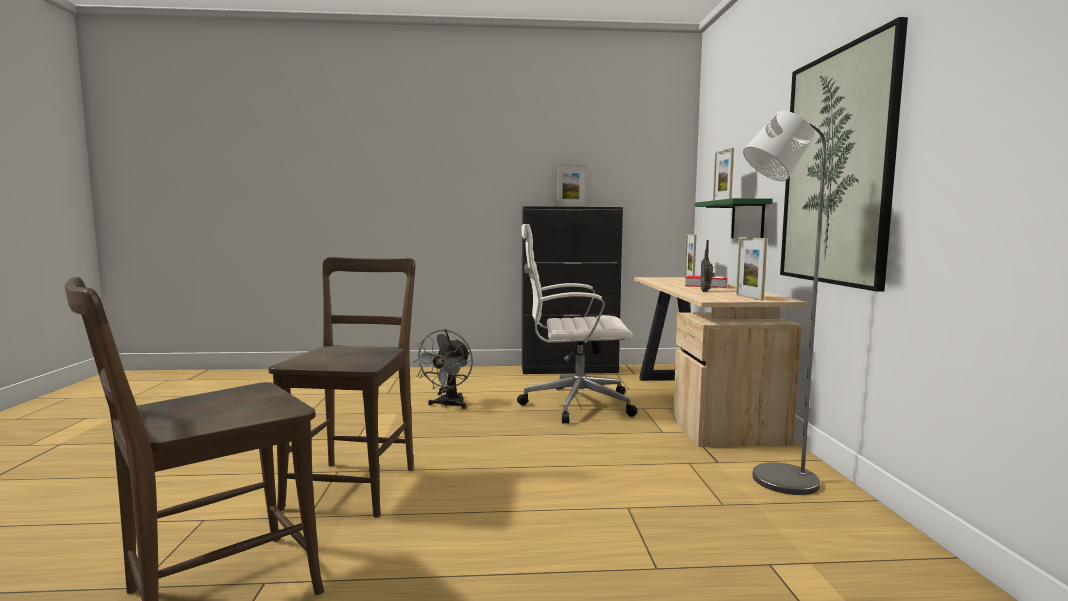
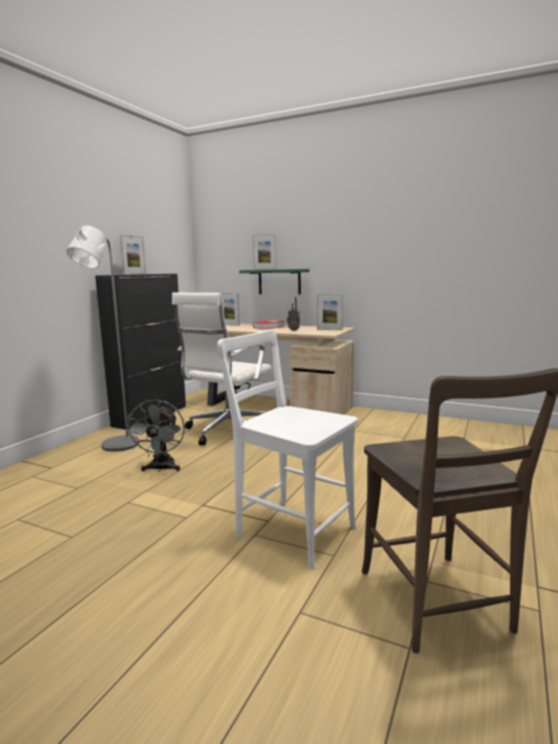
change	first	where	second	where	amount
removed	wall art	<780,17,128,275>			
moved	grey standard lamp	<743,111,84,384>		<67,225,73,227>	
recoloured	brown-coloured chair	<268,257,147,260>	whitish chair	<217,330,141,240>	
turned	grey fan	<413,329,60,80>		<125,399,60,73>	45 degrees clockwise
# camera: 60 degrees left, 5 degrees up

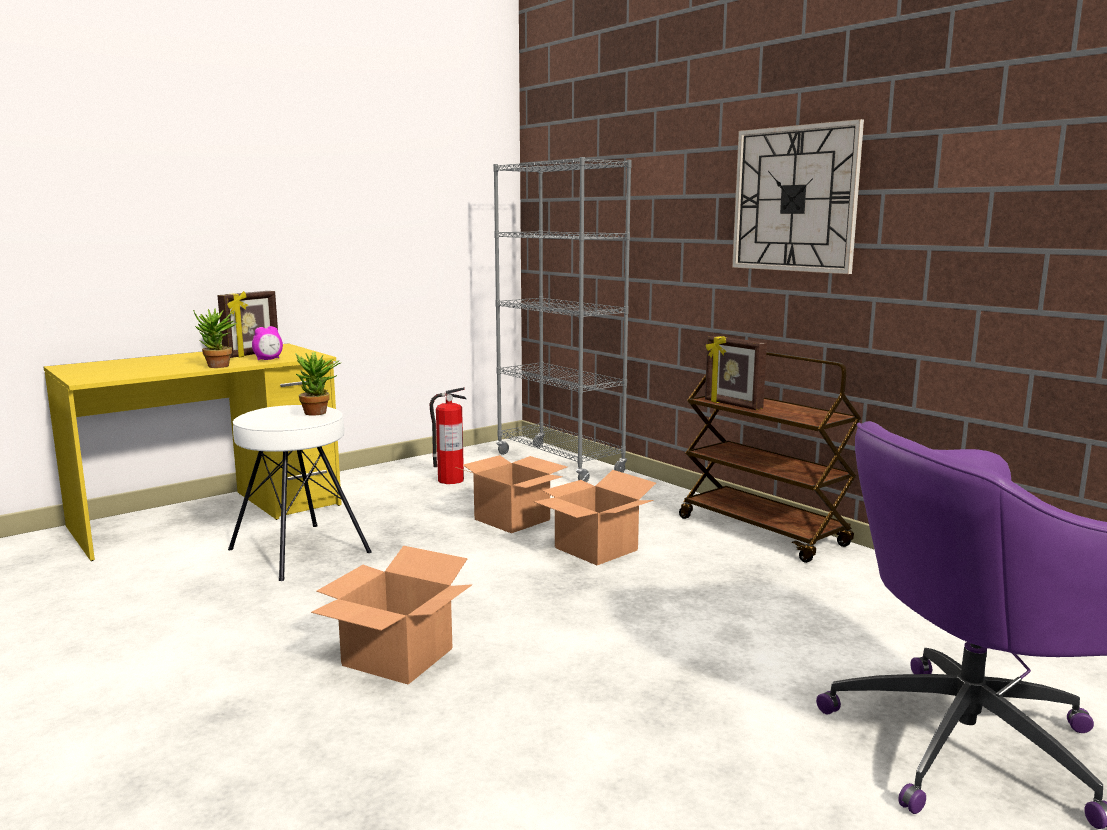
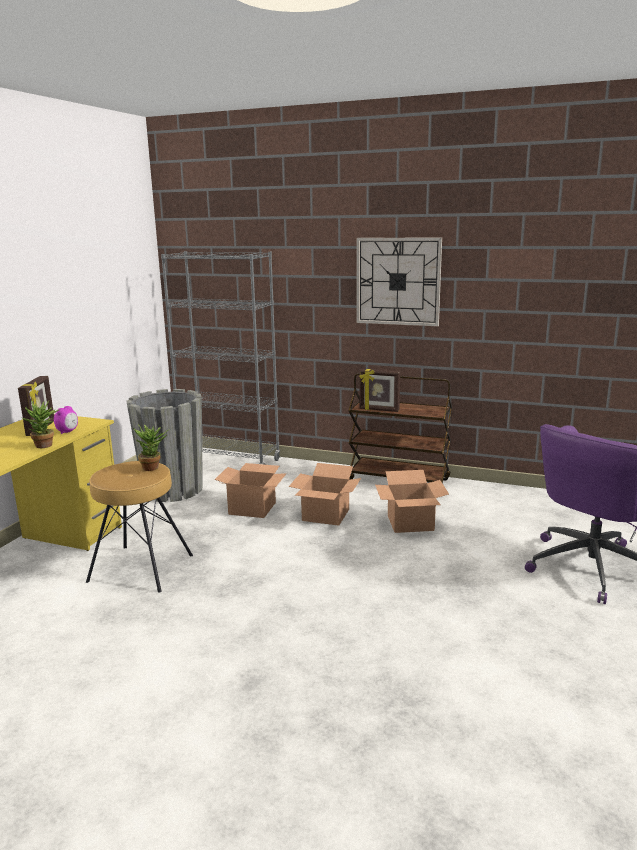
change	first	where	second	where	amount
moved	packing box	<311,546,161,139>		<375,470,74,63>	
replaced	fire-fighting cylinder	<429,387,37,97>	grey plant pot	<126,389,77,113>	
recoloured	whitish sitting stool	<228,405,144,176>	brown-coloured sitting stool	<86,461,107,132>	
# camera: 30 degrees left, 5 degrees up

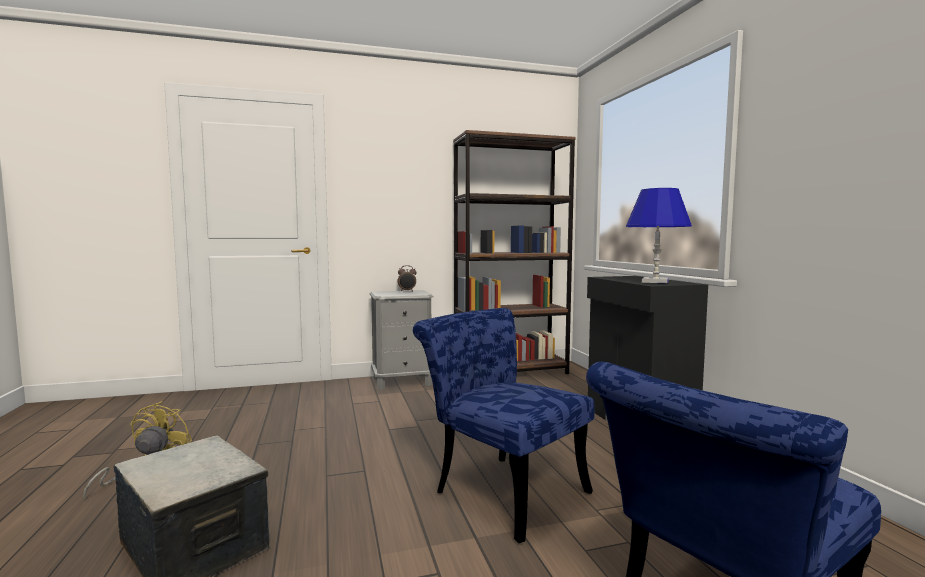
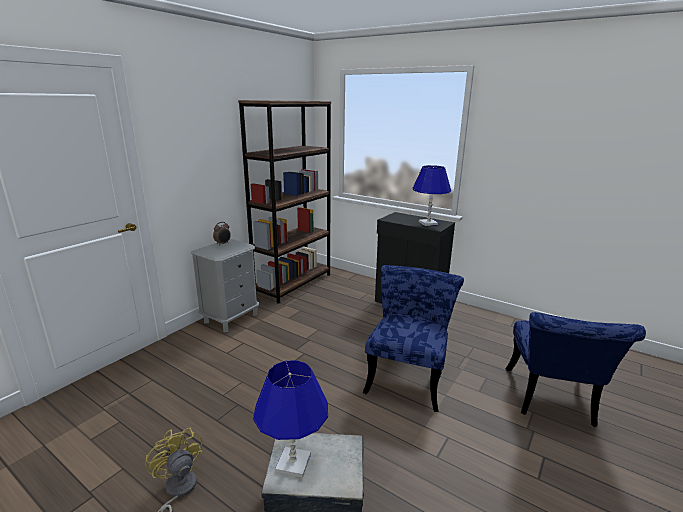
change	first	where	second	where	amount
added			bluish tabletop lamp	<253,360,75,118>	
turned	bluish chair	<413,308,182,235>		<362,265,102,147>	105 degrees clockwise
# camera: 40 degrees left, 15 degrees up

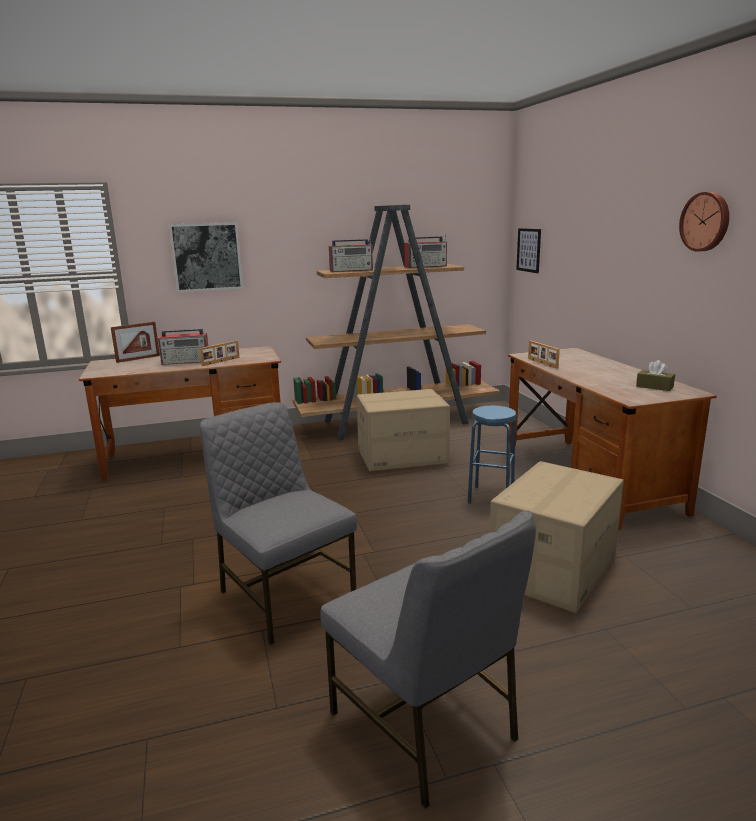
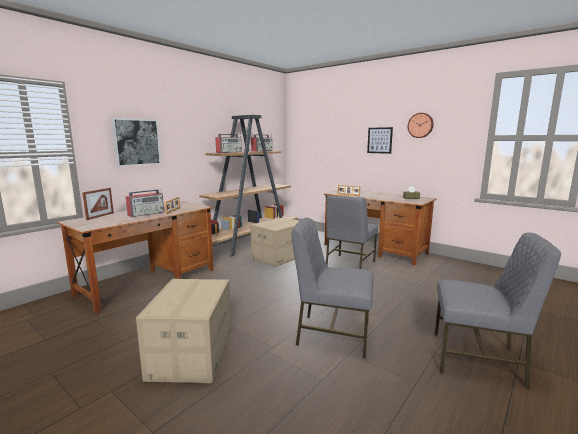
change	first	where	second	where	amount
moved	packing box	<490,461,134,152>		<136,279,95,104>	
moved	wall art	<516,228,25,45>		<367,127,26,27>	
replaced	bluish sitting stool	<468,406,48,98>	grey chair	<326,195,52,74>	
# camera: 35 degrees left, 5 degrees down

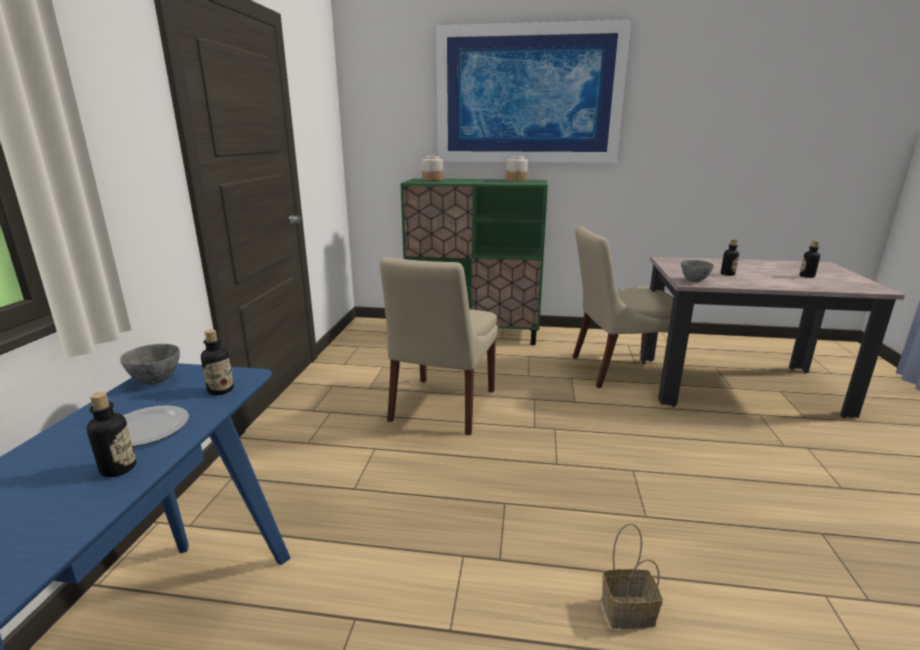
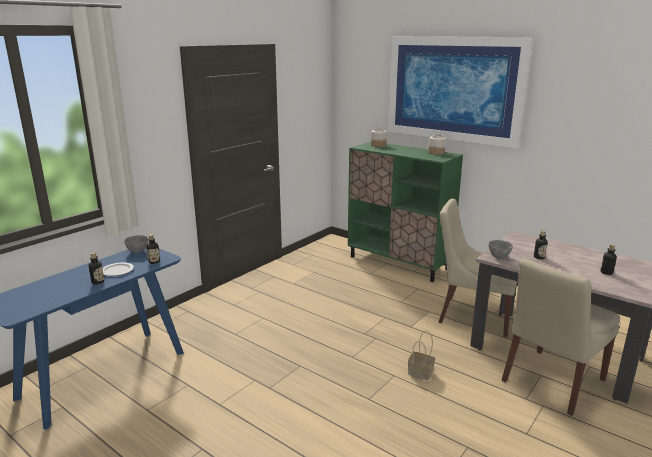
change	first	where	second	where	amount
moved	beige chair	<380,257,118,178>		<501,259,119,157>	
moved	household basket	<602,523,61,106>		<408,331,27,49>	
# camera: 30 degrees right, 0 degrees up

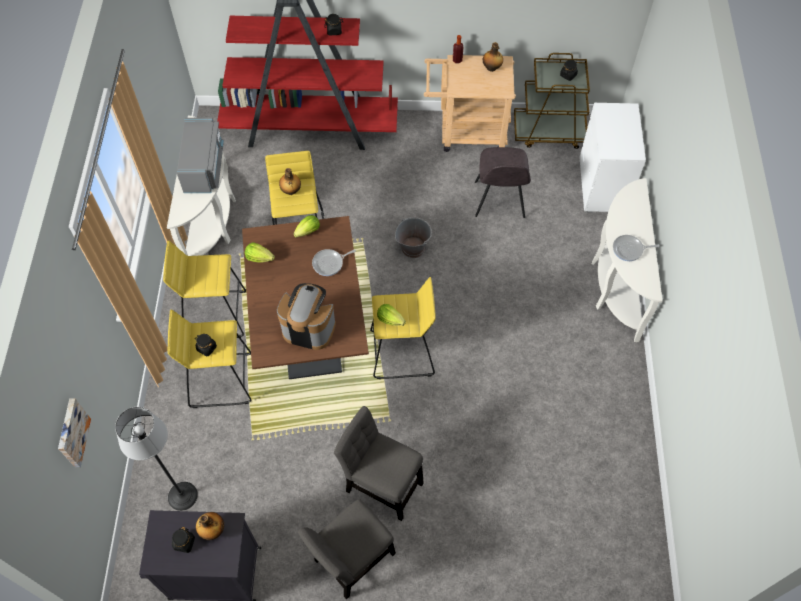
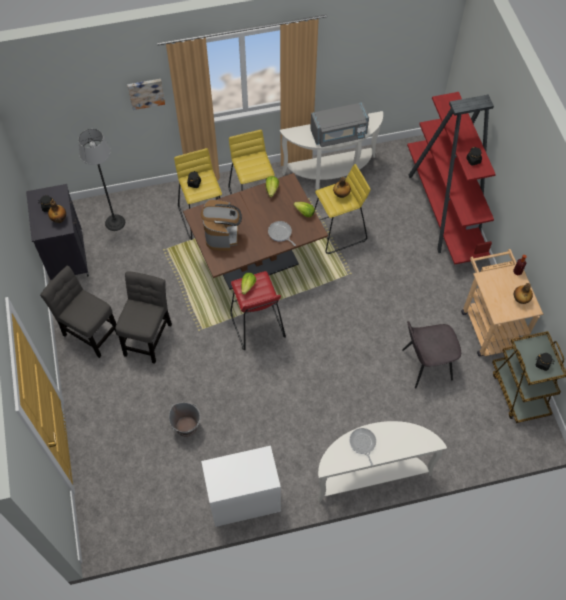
change	first	where	second	where	amount
moved	wall art	<58,398,33,69>		<127,79,38,31>	
moved	grey pail	<395,217,37,41>		<169,402,32,35>	
moved	whitish drawer chest	<579,103,67,109>		<201,446,80,81>	
recoloured	yellow sitting stool	<370,277,66,102>	reddish sitting stool	<231,271,55,79>	
# camera: 75 degrees right, 0 degrees up

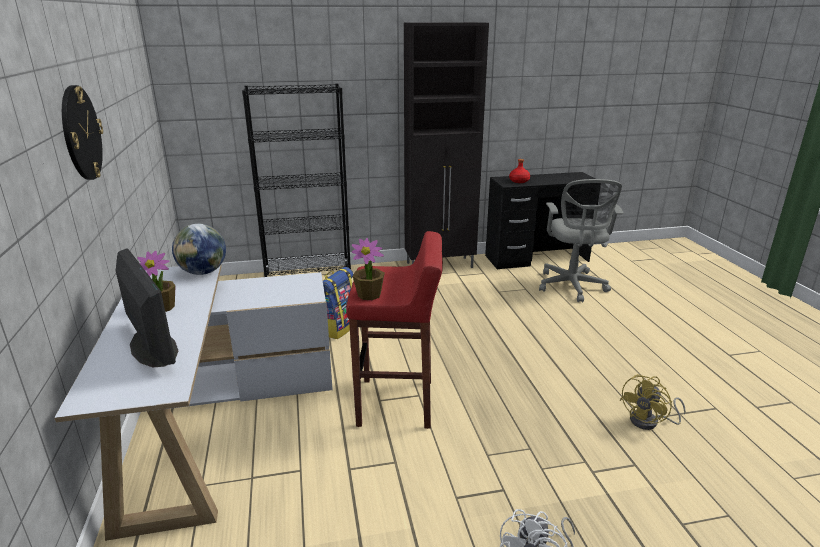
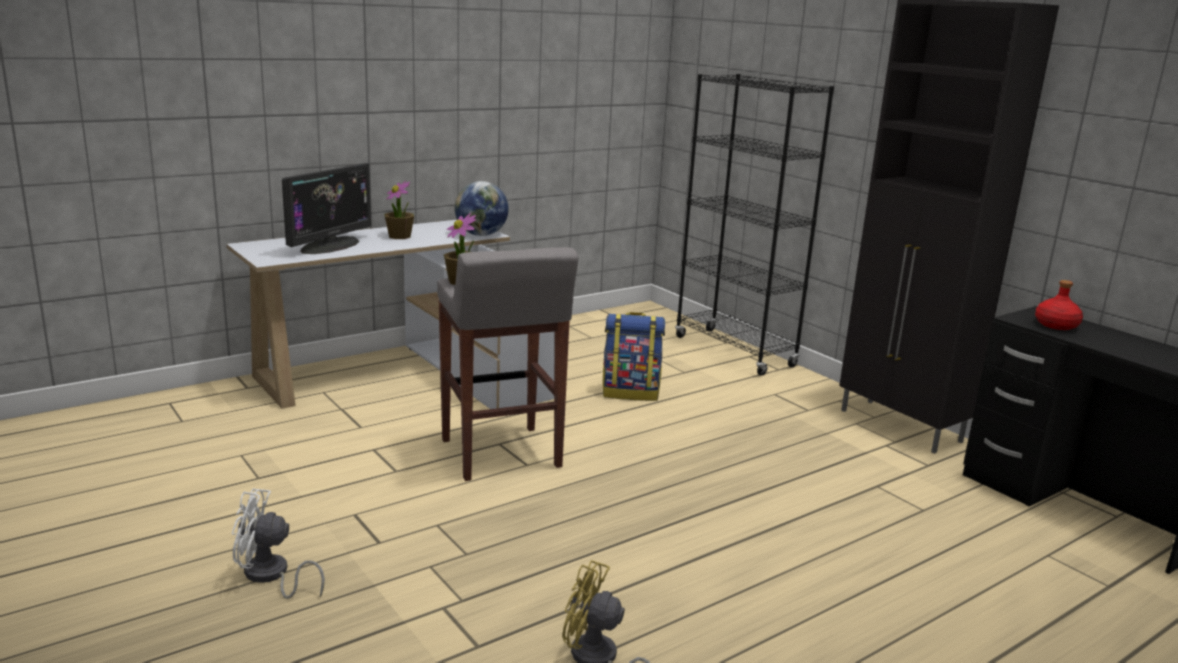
change	first	where	second	where	amount
removed	hanging clock	<62,85,41,95>			
removed	grey desk chair	<539,179,84,123>			
recoloured	reddish sitting stool	<346,231,97,198>	grey sitting stool	<437,247,142,234>	
# camera: 65 degrees right, 5 degrees down

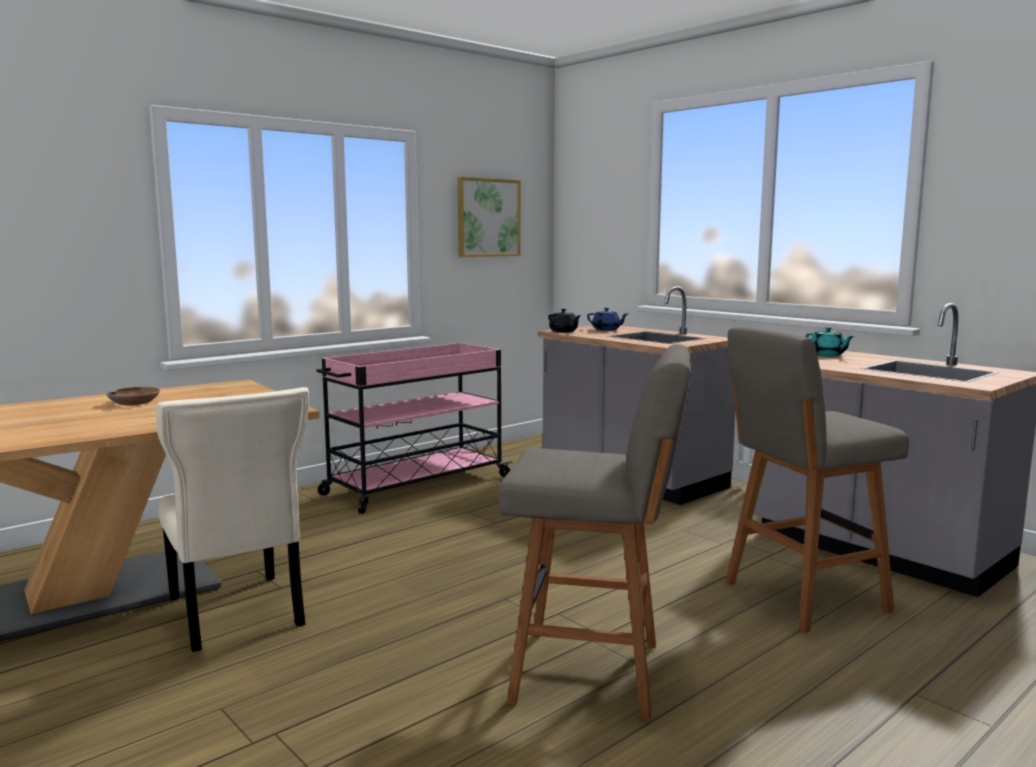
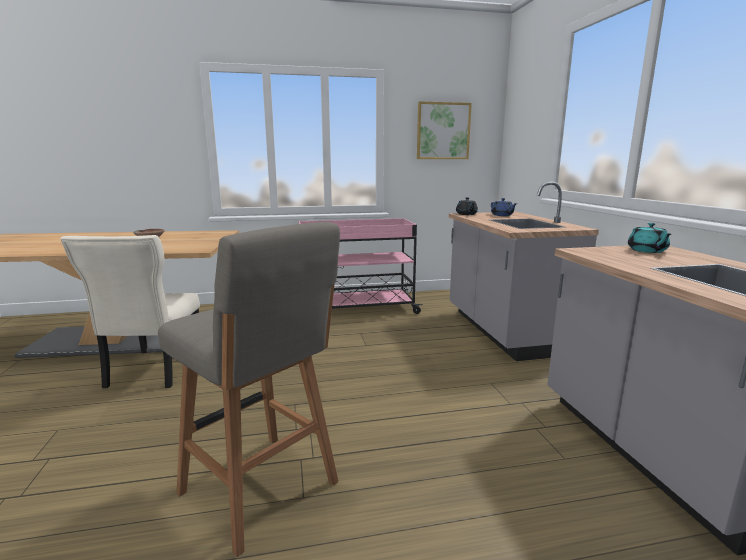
change	first	where	second	where	amount
removed	grey sitting stool	<725,326,184,307>			
# camera: 30 degrees right, 5 degrees up

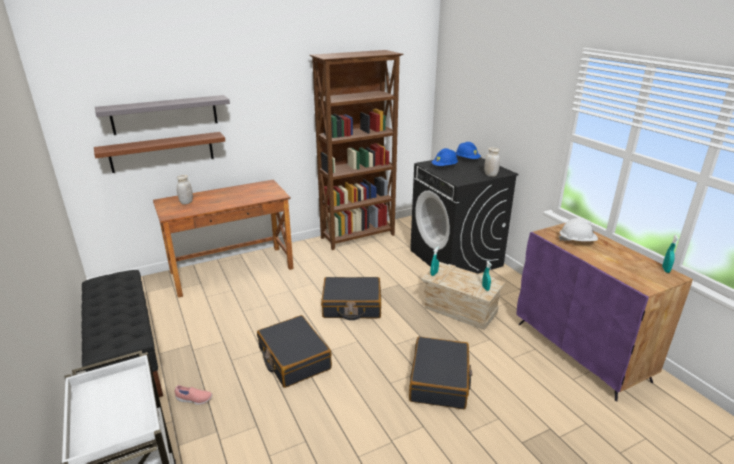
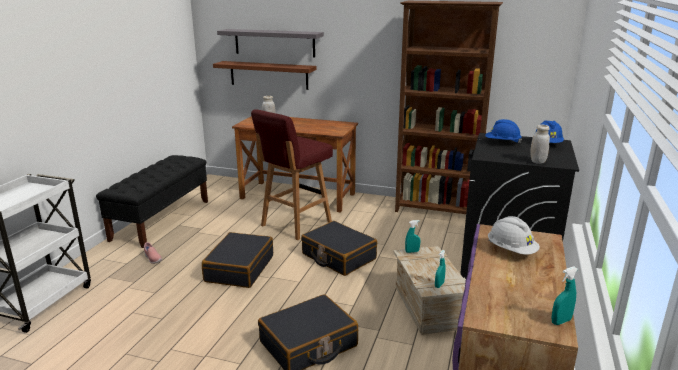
change	first	where	second	where	amount
added			reddish sitting stool	<251,109,82,131>	
# camera: 45 degrees right, 5 degrees down

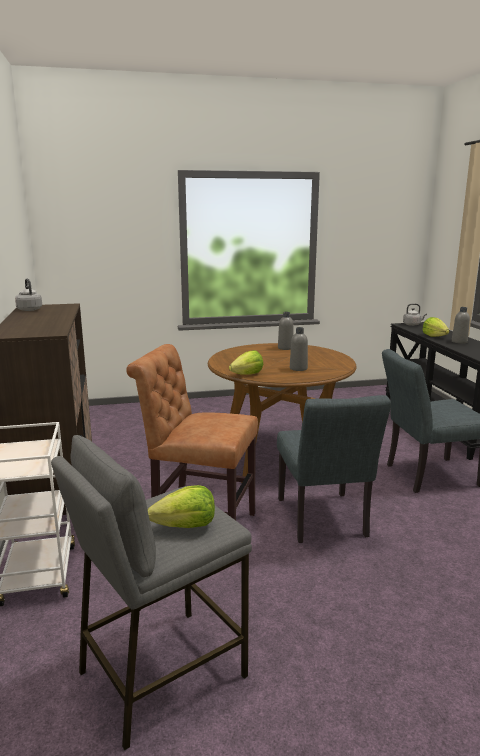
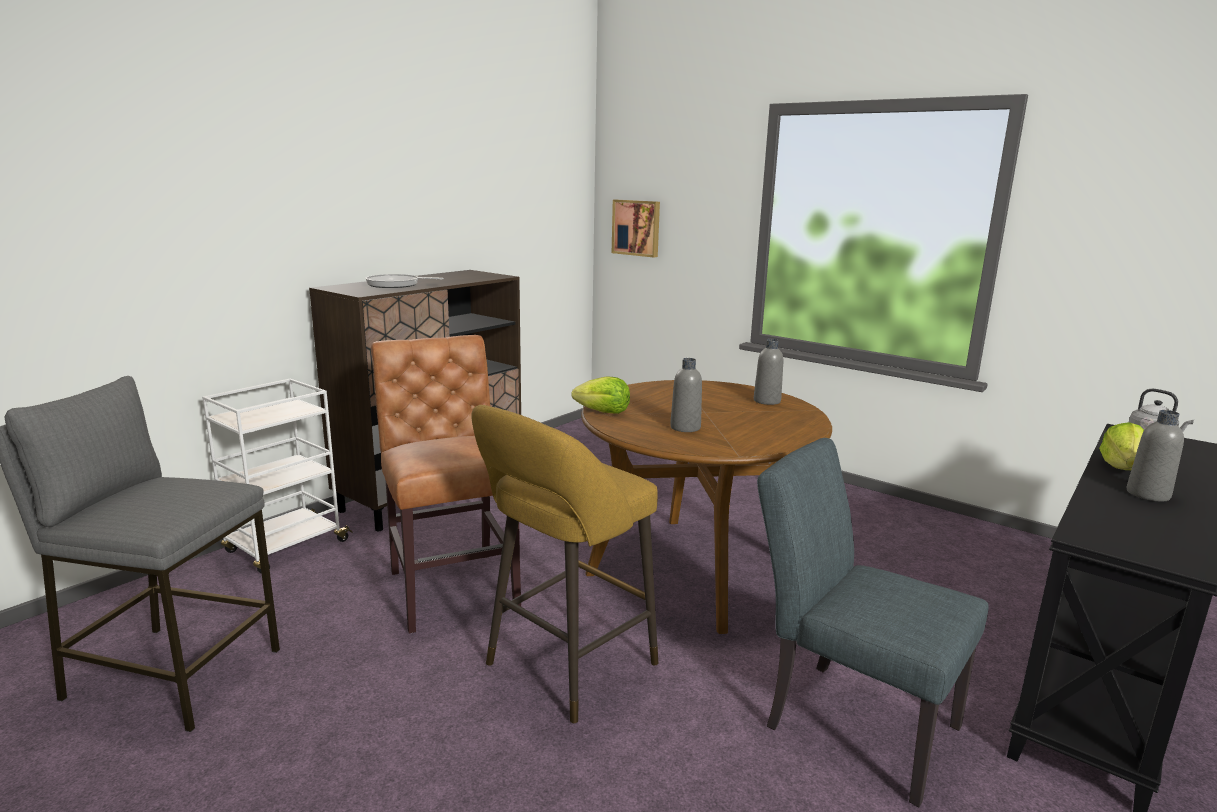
change	first	where	second	where	amount
removed	grey tea kettle	<15,278,27,33>			
removed	lettuce head	<148,485,67,43>			
added			frying pan	<365,274,79,14>	
added			wall art	<612,200,48,58>	
replaced	grey chair	<277,395,114,148>	yellow sitting stool	<472,405,186,318>	
# camera: 50 degrees right, 0 degrees up

